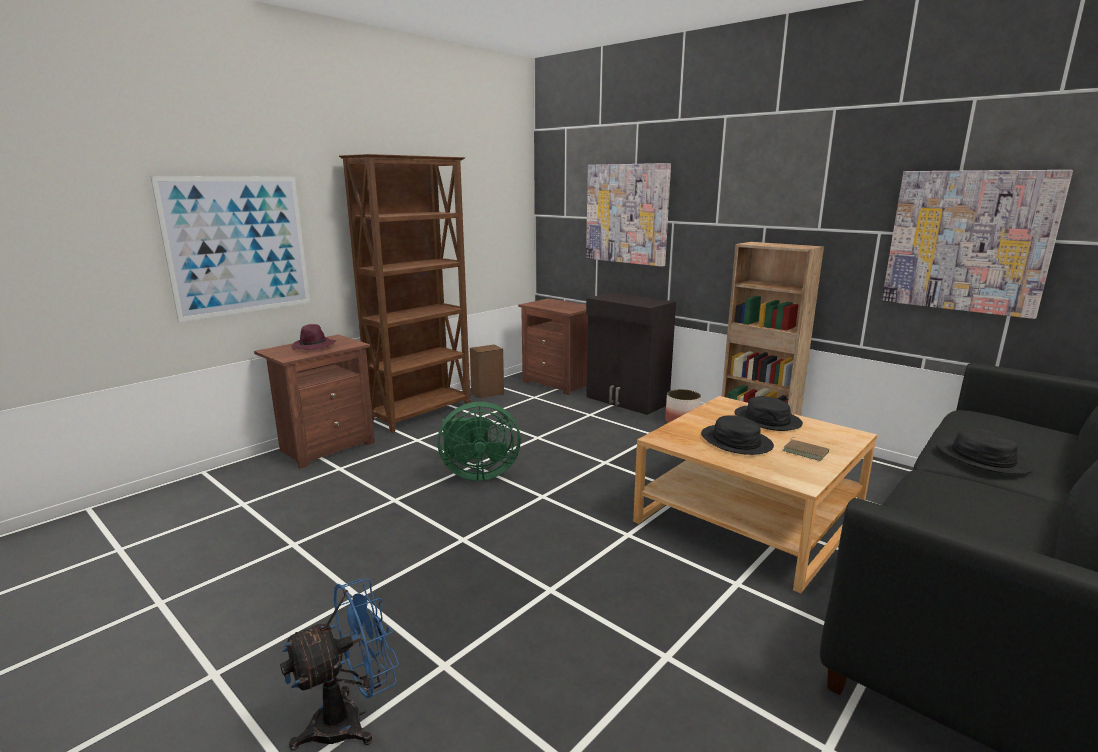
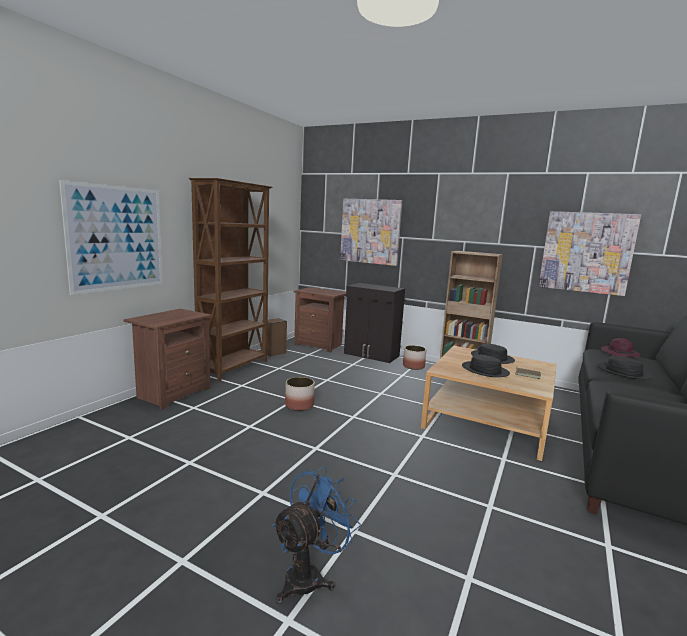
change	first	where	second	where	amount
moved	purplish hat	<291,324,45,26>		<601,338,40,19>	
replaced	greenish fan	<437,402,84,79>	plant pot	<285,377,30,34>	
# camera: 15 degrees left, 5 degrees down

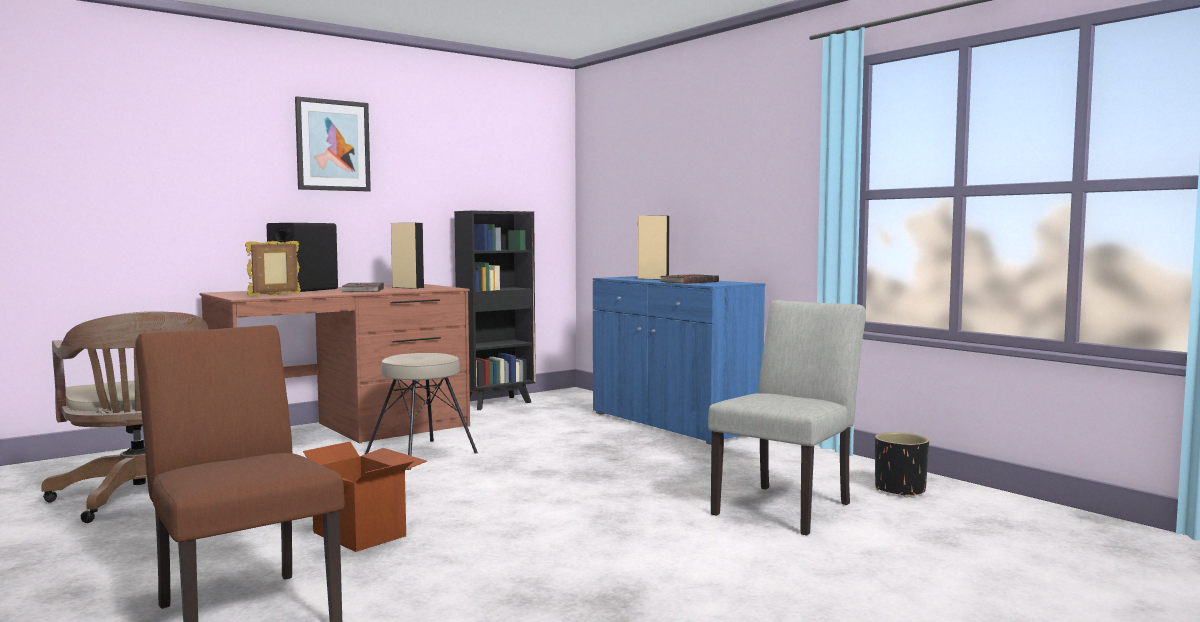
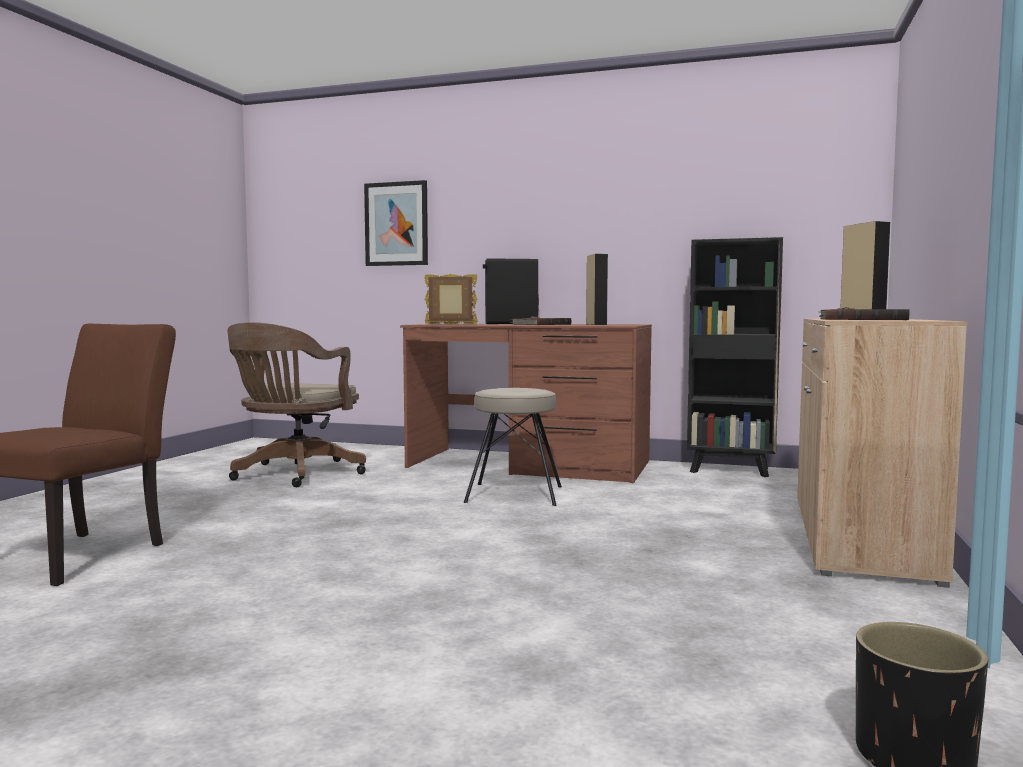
change	first	where	second	where	amount
removed	packing box	<303,442,124,110>			
removed	grey chair	<708,300,158,236>			
moved	wall art	<295,96,76,95>		<364,180,64,86>	
recoloured	bluish storage cabinet	<593,276,172,169>	beige storage cabinet	<797,319,170,269>	
# camera: 55 degrees right, 0 degrees up

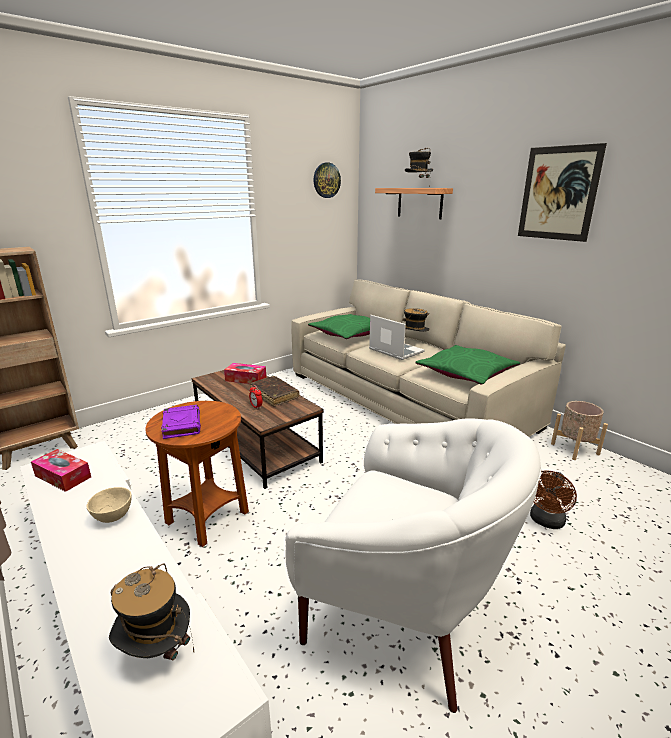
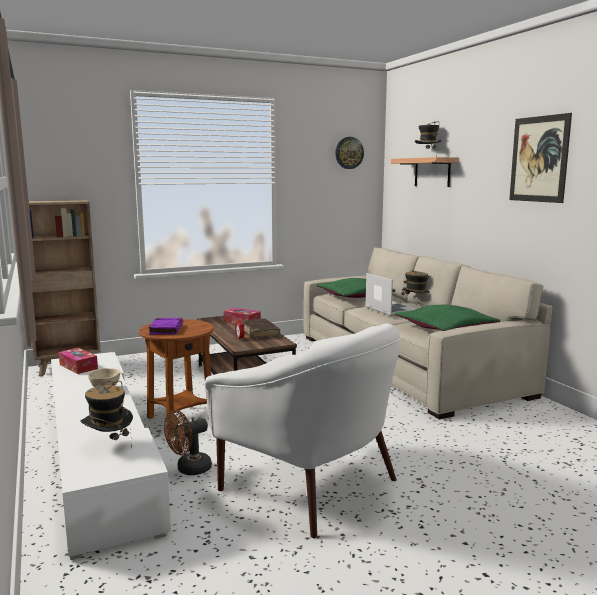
change	first	where	second	where	amount
removed	beige plant pot	<551,401,57,59>			
moved	brown-coloured fan	<530,470,47,59>		<164,410,48,65>	
# camera: 15 degrees right, 10 degrees down

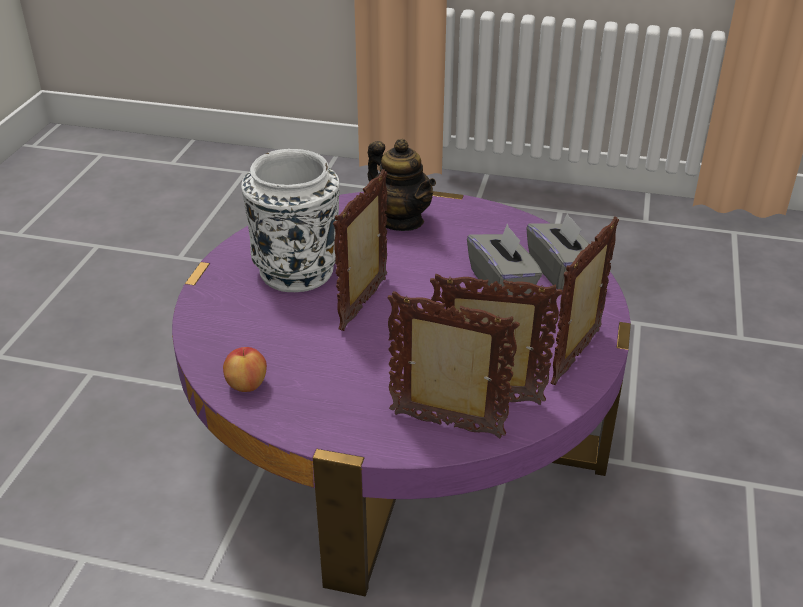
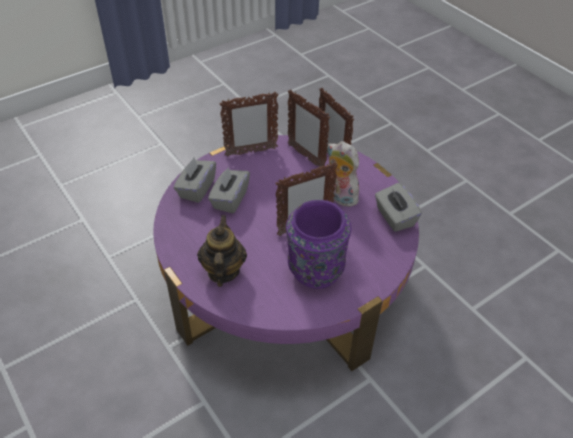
change	first	where	second	where	amount
added			cuddly toy	<327,141,36,66>	
replaced	whole apple	<223,347,44,45>	grey tissue holder	<375,183,47,49>	
recoloured	whitish flower vase	<241,149,99,143>	purplish flower vase	<286,200,65,89>	
# camera: 140 degrees left, 10 degrees up

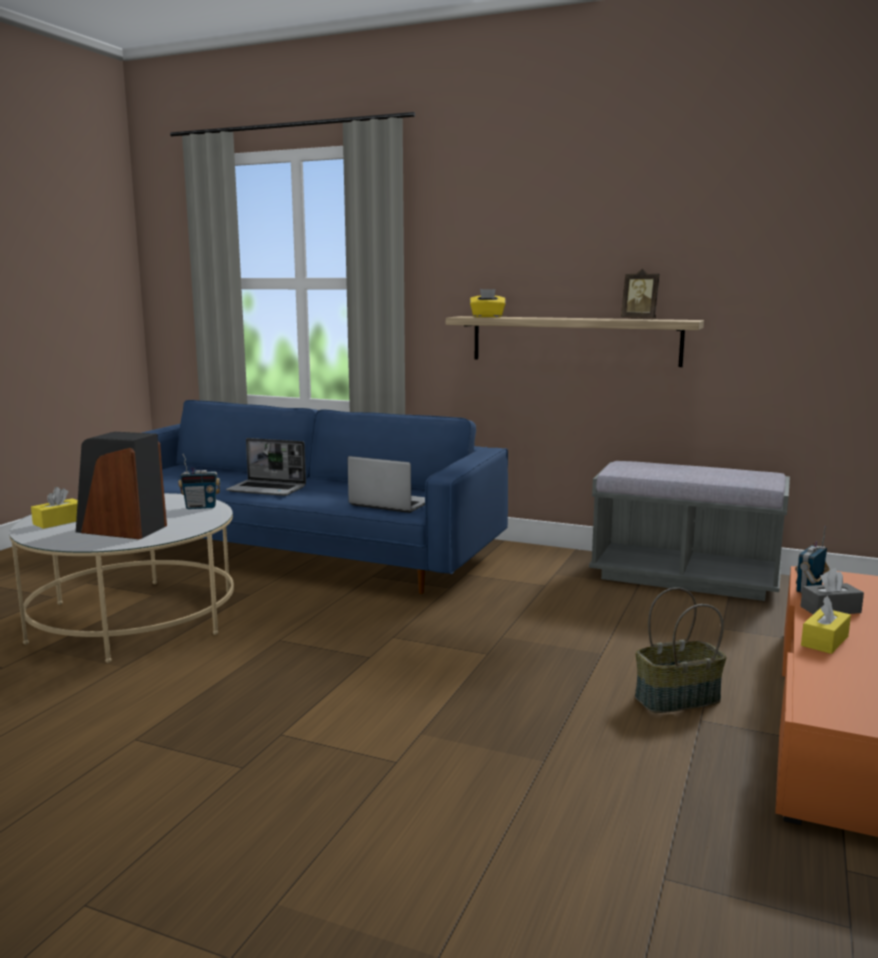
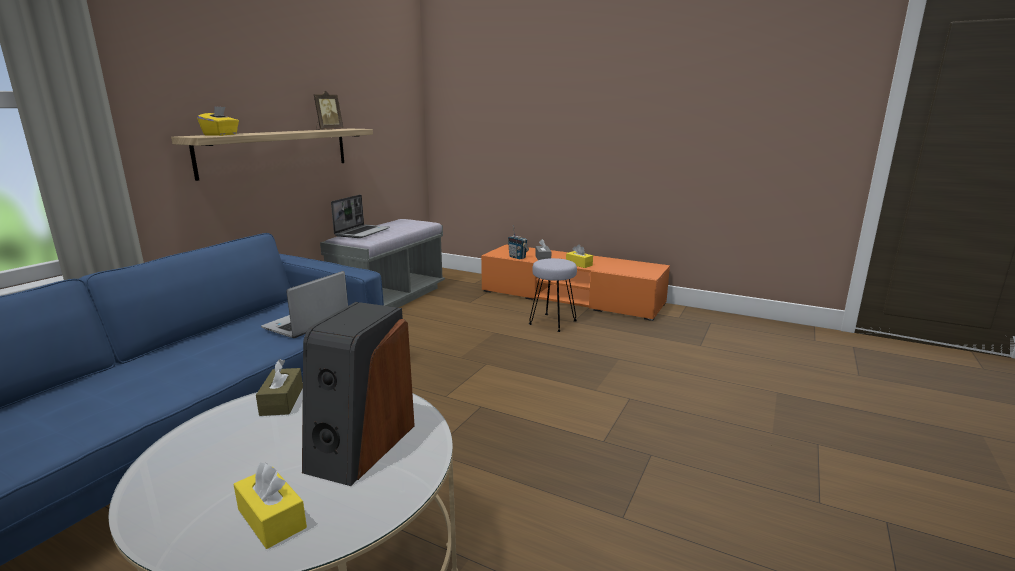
change	first	where	second	where	amount
moved	laptop	<226,438,80,58>		<331,194,59,44>	
replaced	radio receiver	<178,454,42,55>	brown-coloured tissue holder	<256,359,47,57>	
replaced	household basket	<635,587,92,126>	grey sitting stool	<529,258,48,74>	
# camera: 85 degrees left, 5 degrees up

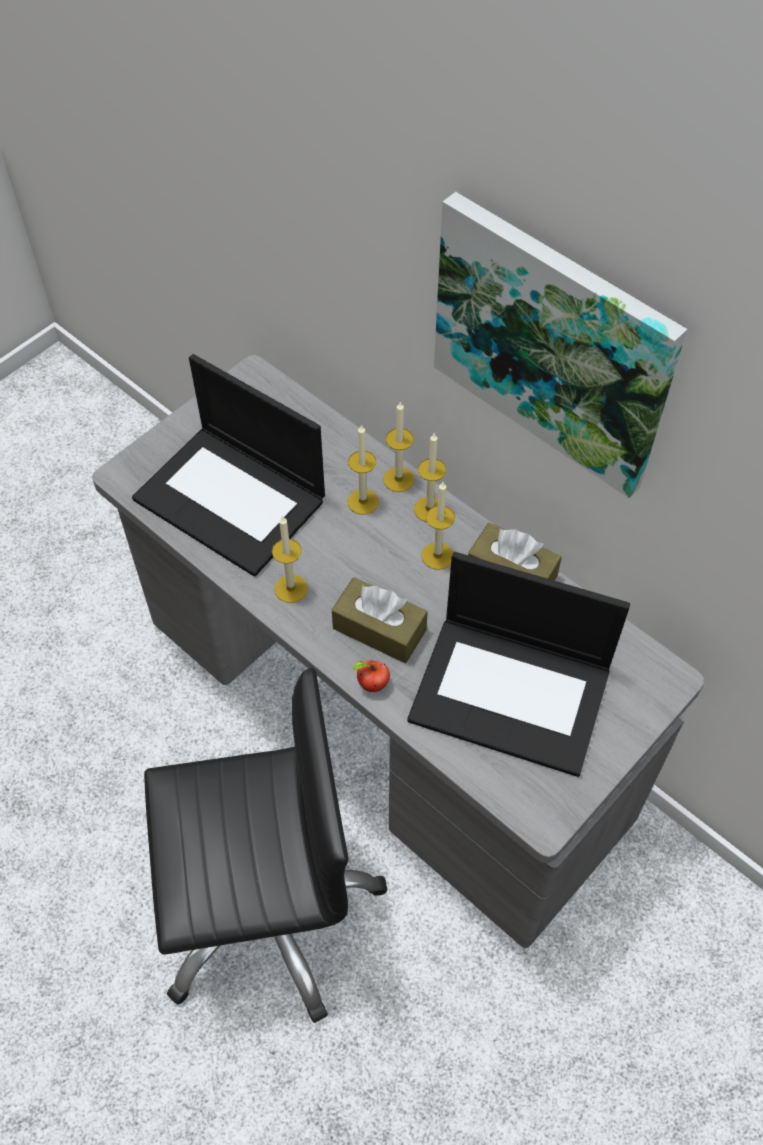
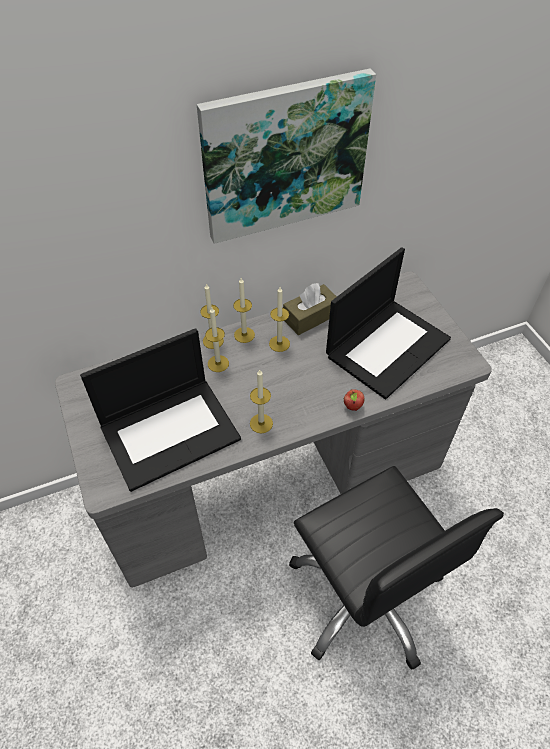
change	first	where	second	where	amount
removed	brown-coloured tissue holder	<332,577,96,86>			
turned	black-coloured desk chair	<144,668,243,355>		<289,466,215,204>	135 degrees clockwise
# camera: 65 degrees left, 5 degrees down

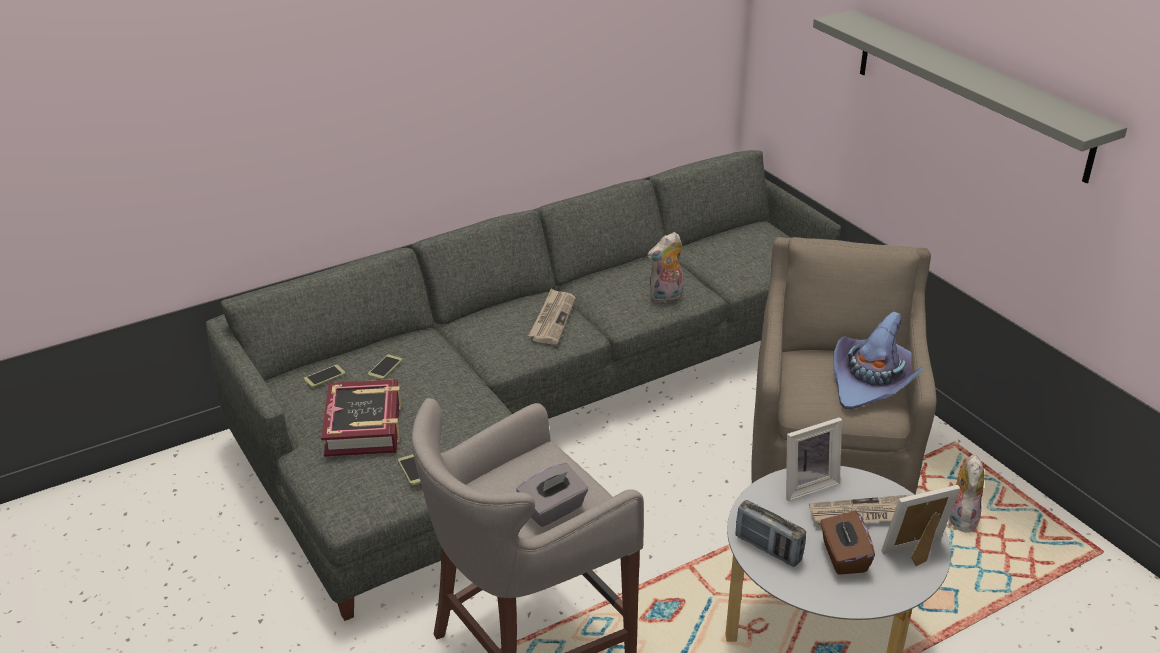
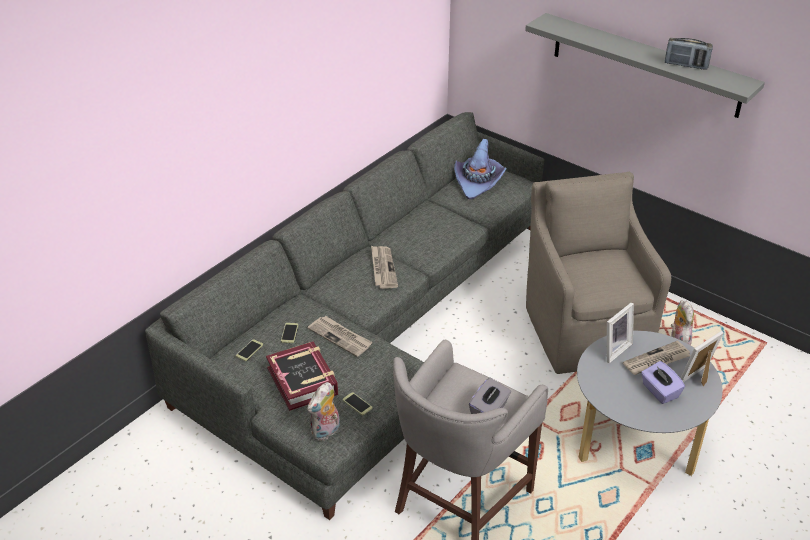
change	first	where	second	where	amount
added			newspaper	<308,316,65,41>	
moved	cuddly toy	<647,232,37,71>		<307,382,33,59>	
moved	radio receiver	<736,500,70,67>		<665,38,48,32>	
moved	purplish hat	<833,311,91,98>		<454,139,53,60>	
recoloured	brown-coloured tissue holder	<820,511,55,64>	purplish tissue holder	<641,361,44,43>	
# camera: 20 degrees left, 5 degrees up

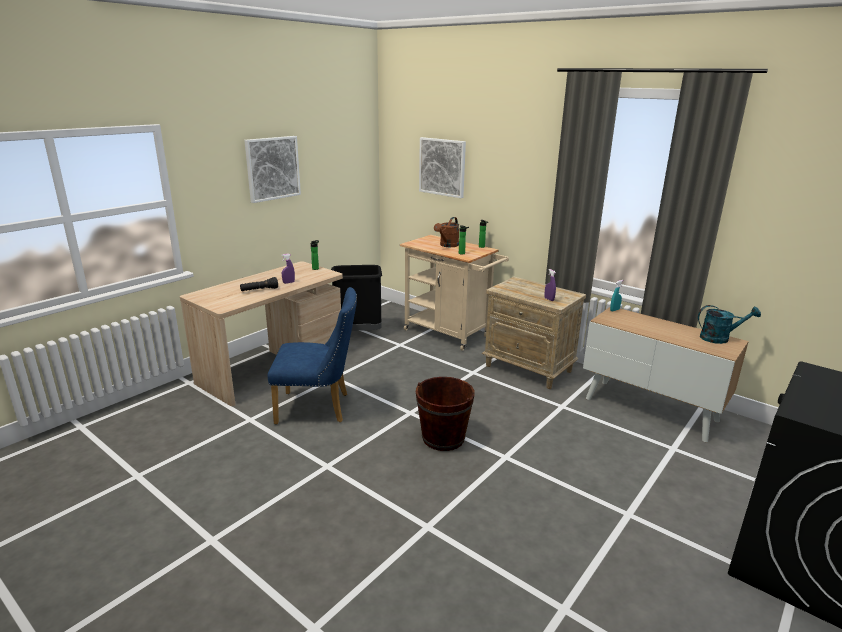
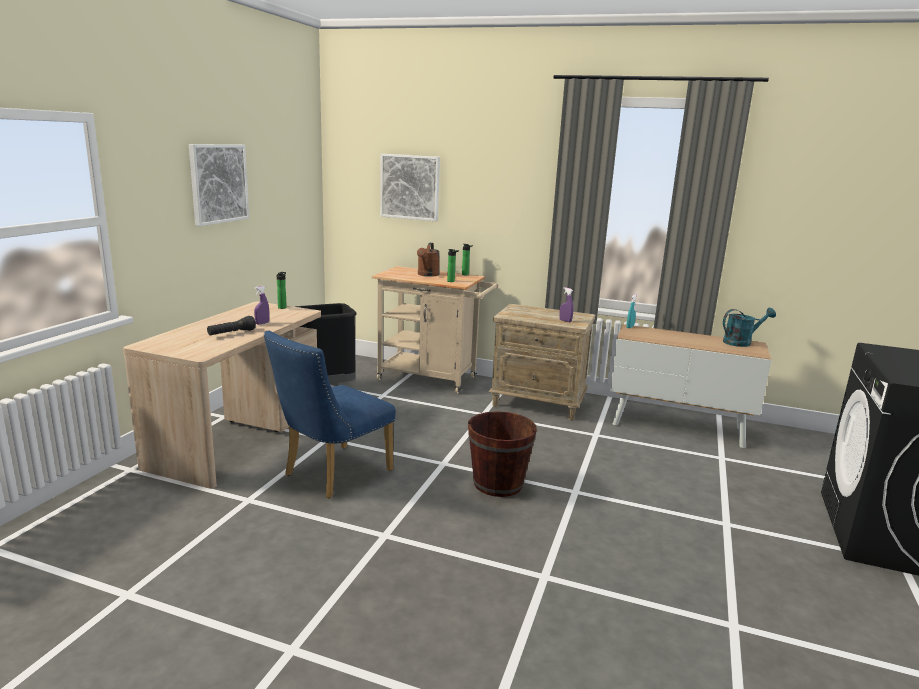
change	first	where	second	where	amount
turned	bluish chair	<268,287,89,138>		<264,331,132,167>	150 degrees clockwise
# camera: 20 degrees left, 5 degrees down

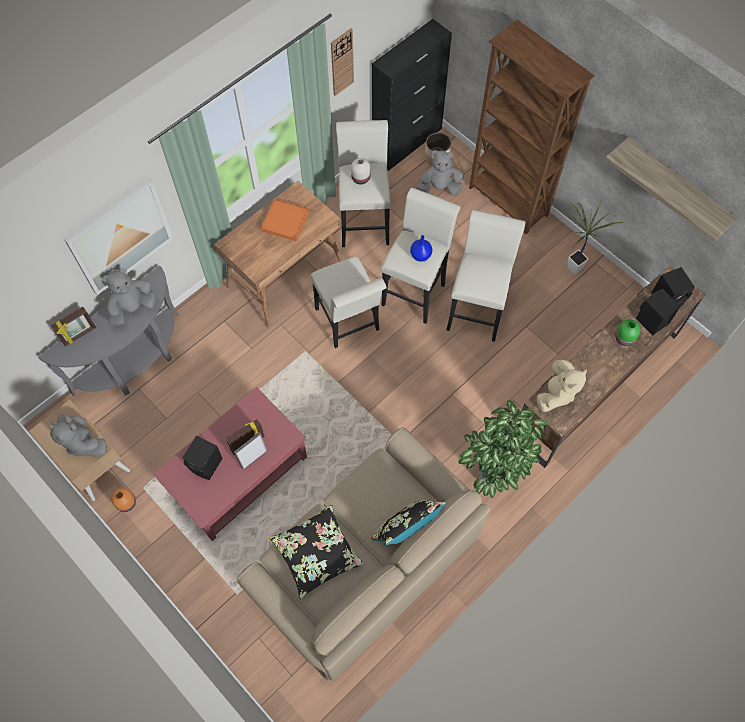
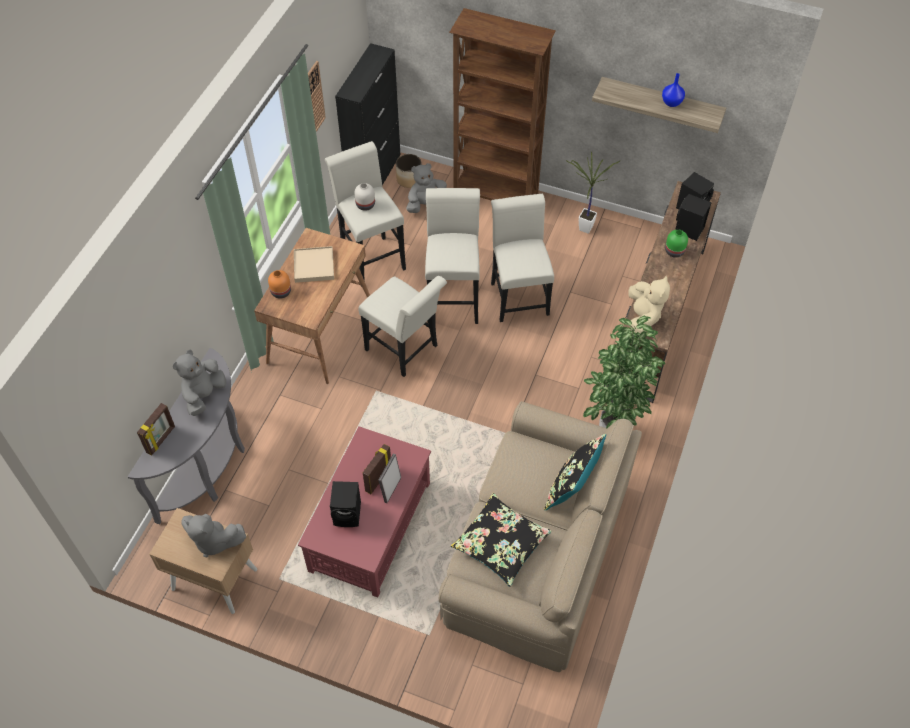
change	first	where	second	where	amount
removed	wall art	<64,179,109,116>			
moved	orange-coloured flower vase	<111,488,25,24>		<268,270,23,29>	
moved	bluish flower vase	<410,235,22,27>		<662,73,23,34>	
replaced	whitish sitting stool	<447,210,78,132>	whitish chair	<491,194,63,128>	
recoloured	orange-coloured carrying tray	<261,199,49,43>	beige carrying tray	<294,246,40,37>	
# camera: 25 degrees left, 10 degrees down

